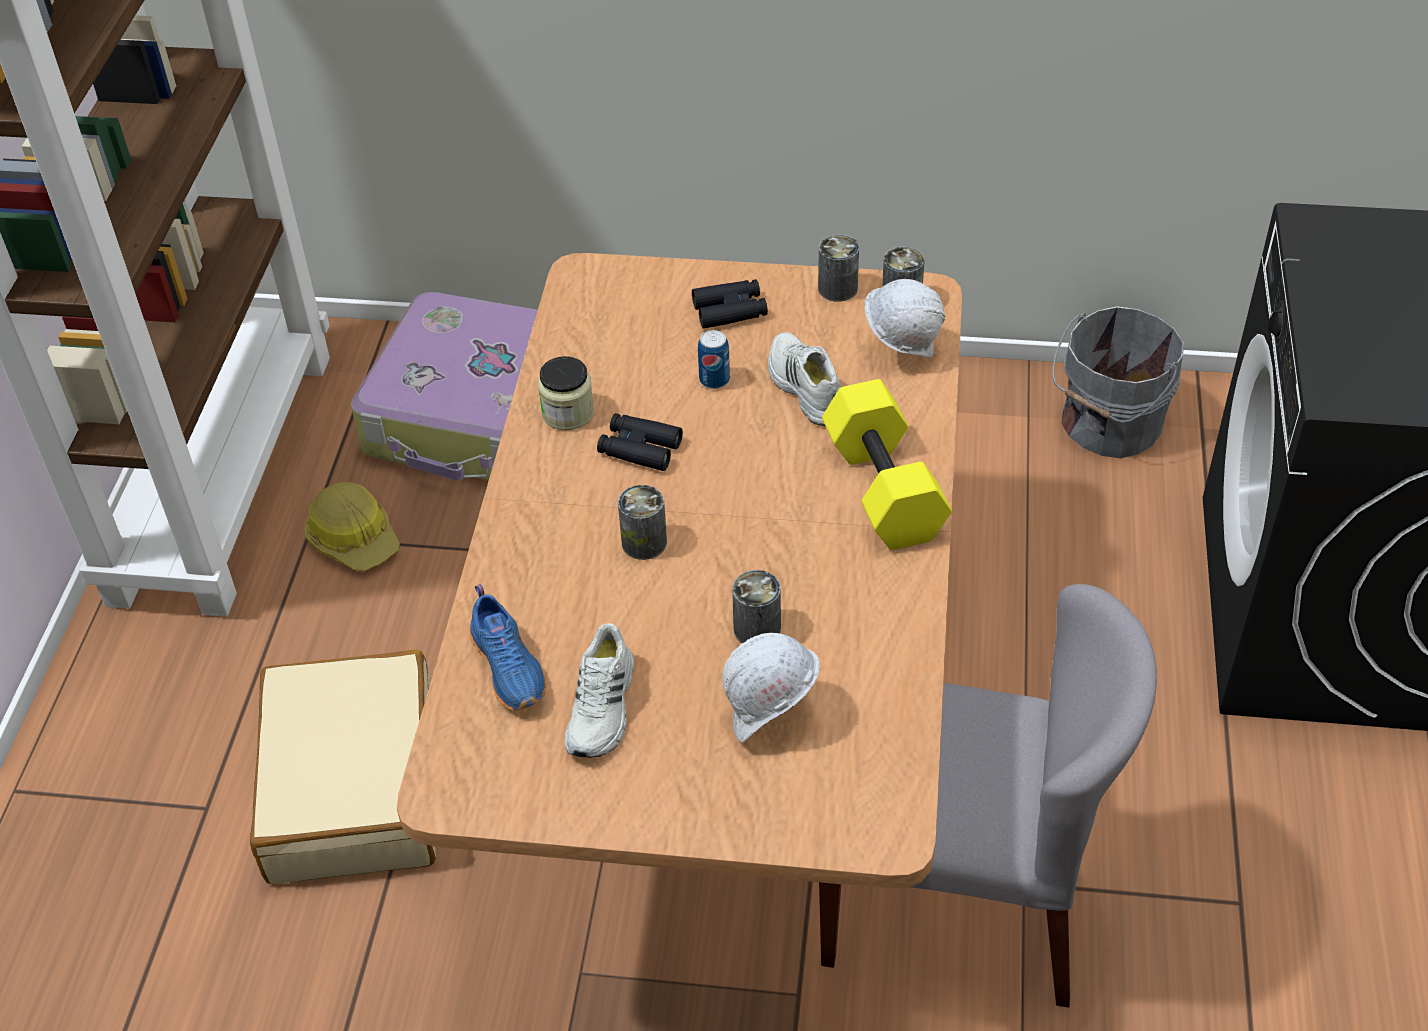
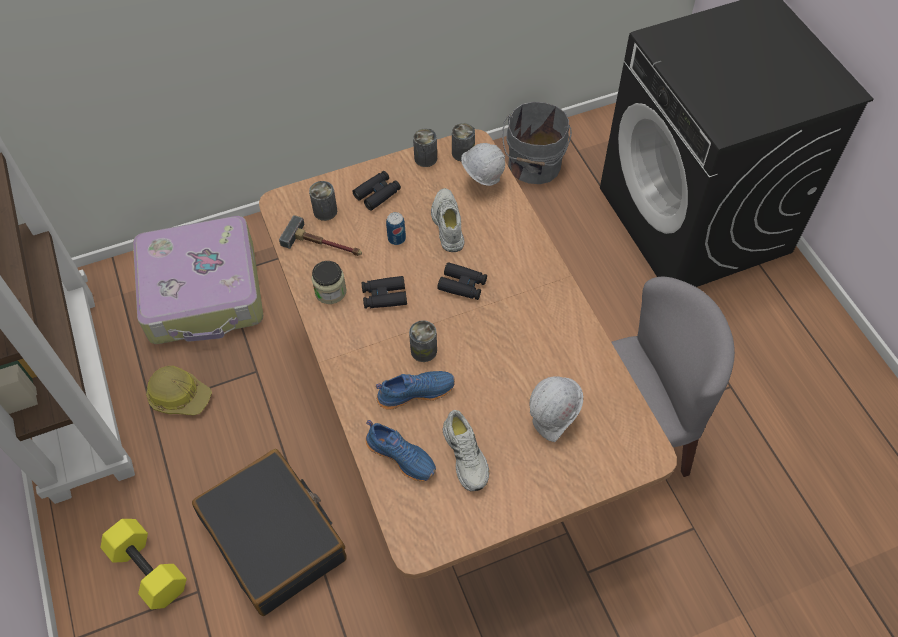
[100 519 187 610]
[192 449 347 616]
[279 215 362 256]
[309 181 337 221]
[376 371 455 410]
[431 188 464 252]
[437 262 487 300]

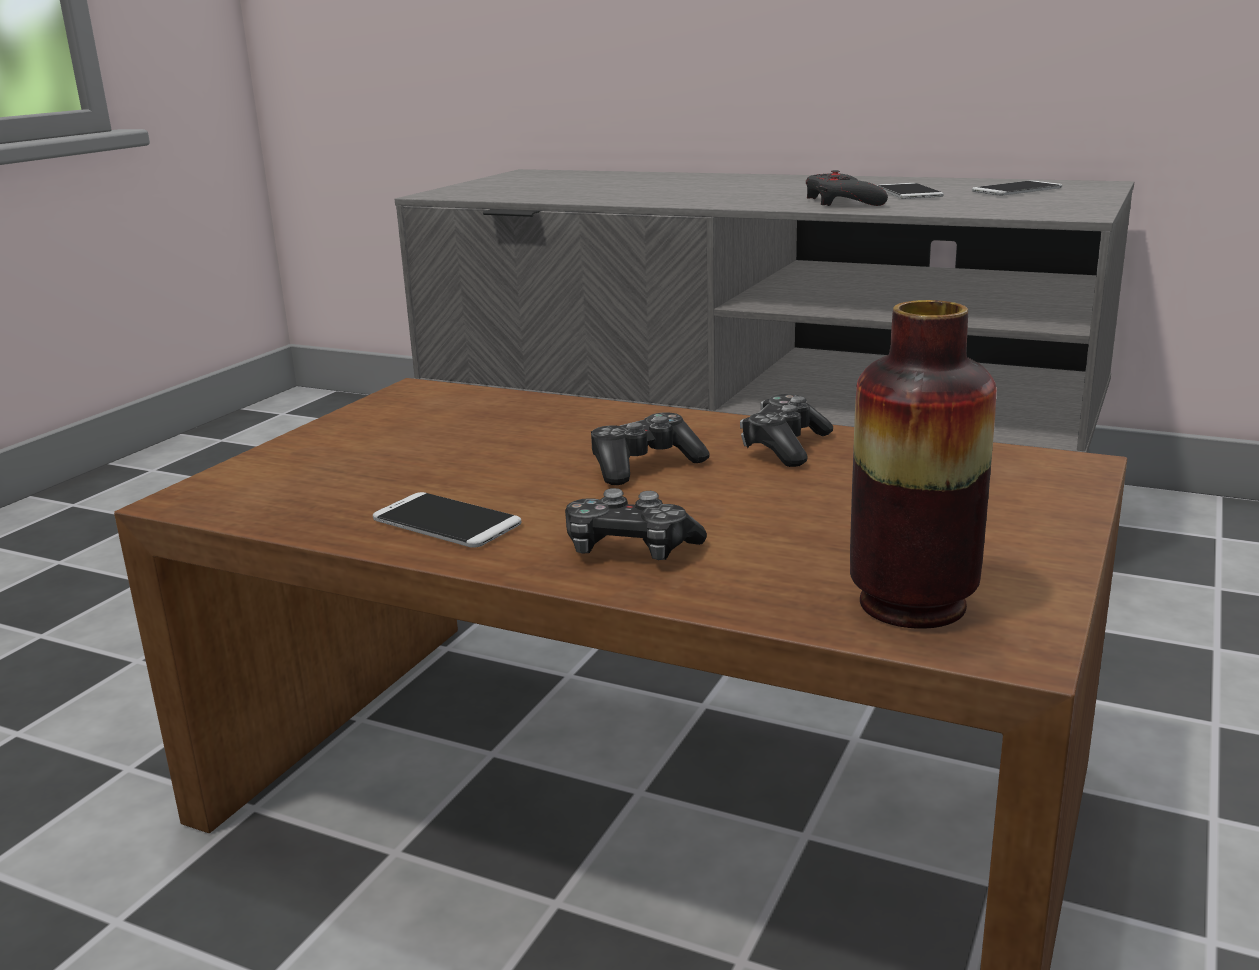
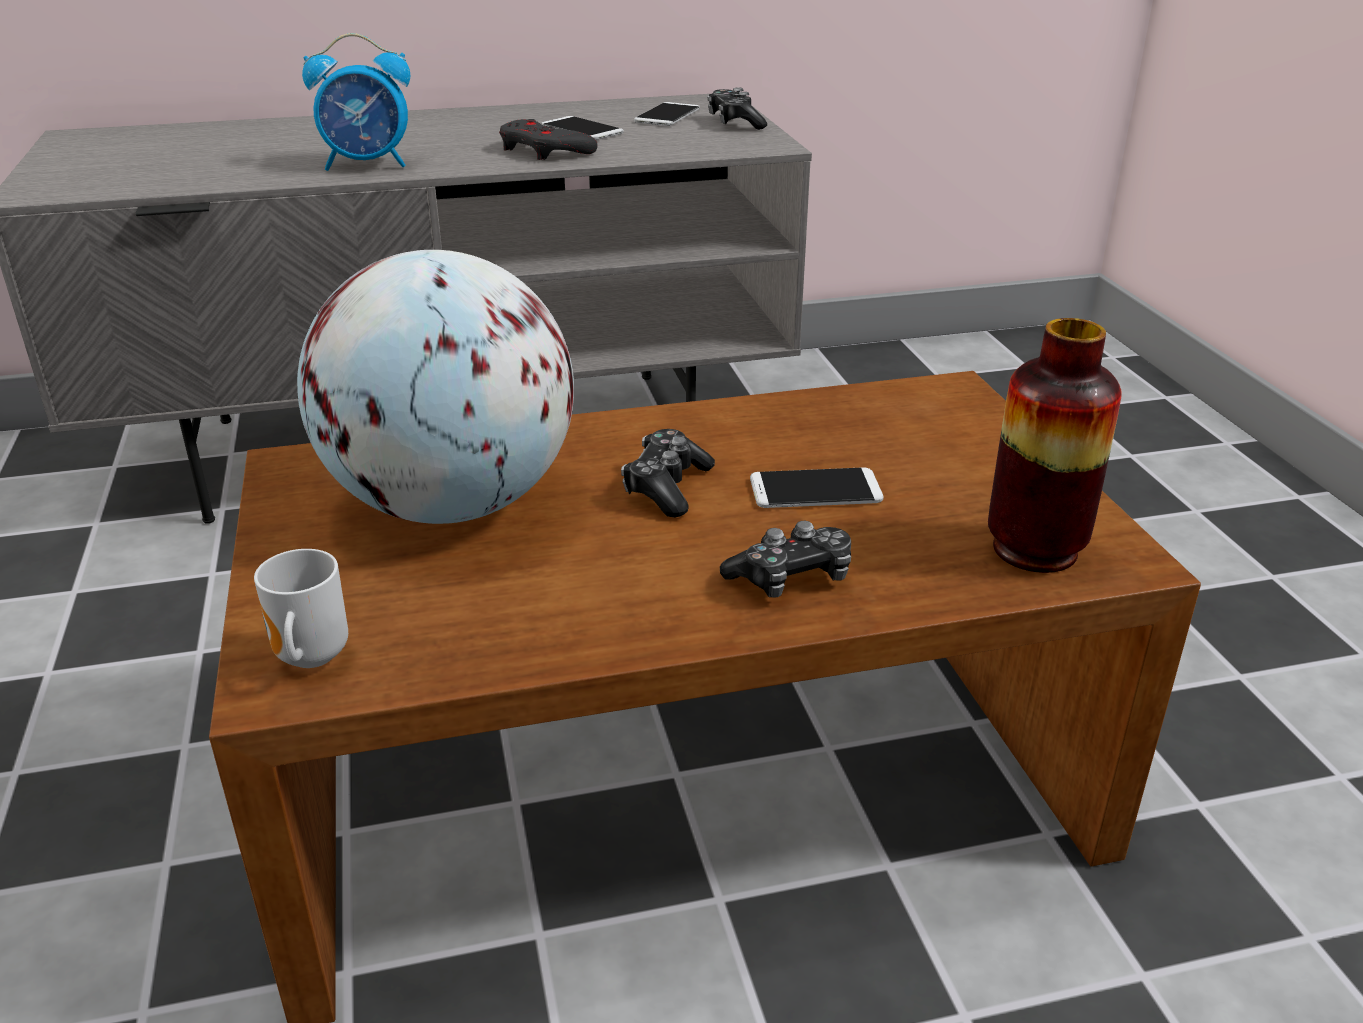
[254 549 348 668]
[297 250 574 524]
[302 33 410 171]
[707 87 767 130]
[750 467 884 508]

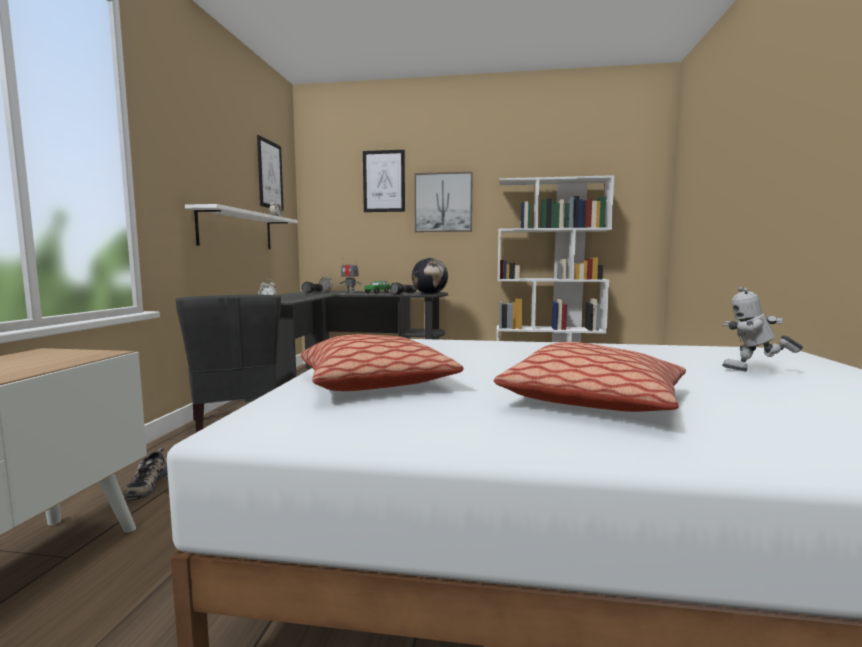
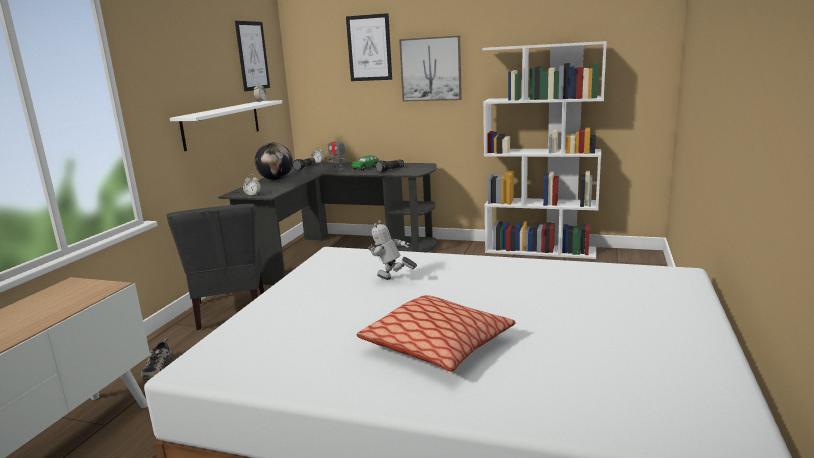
[255 143 293 180]
[368 220 417 280]
[301 334 463 391] (first image)

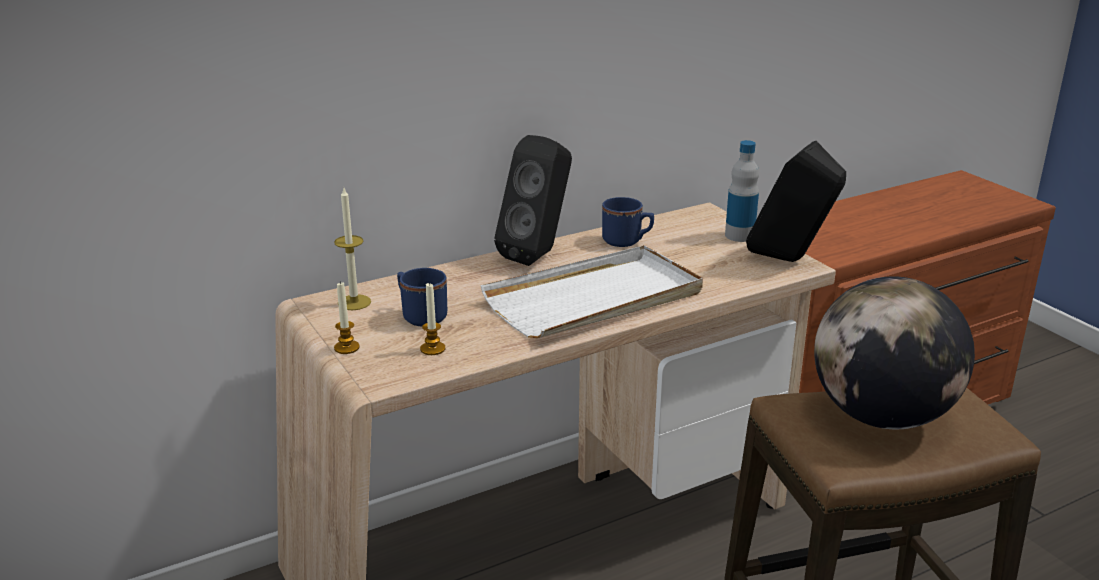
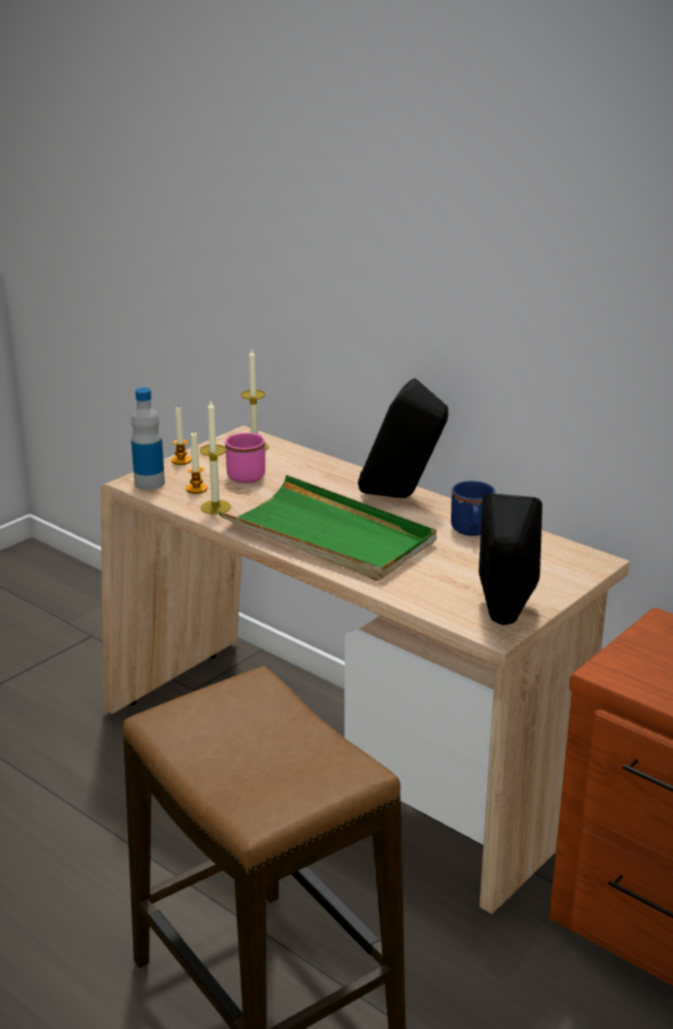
[131 387 165 490]
[200 399 231 514]
[219 475 437 581]
[225 433 265 483]
[814 276 975 429] (first image)

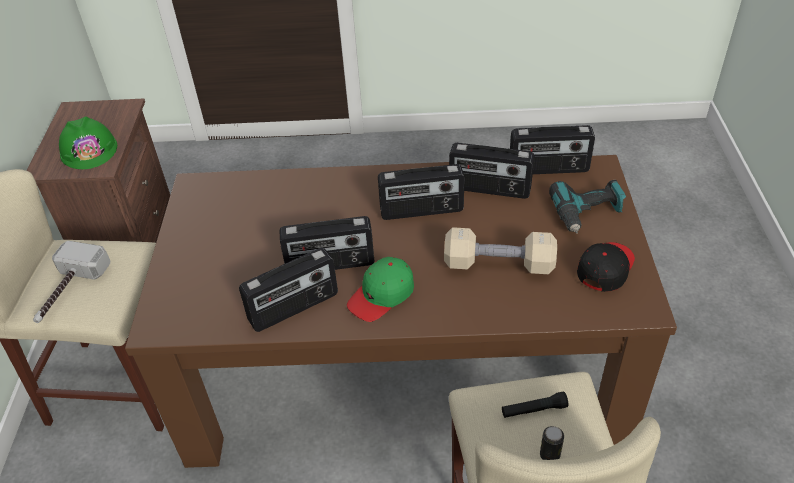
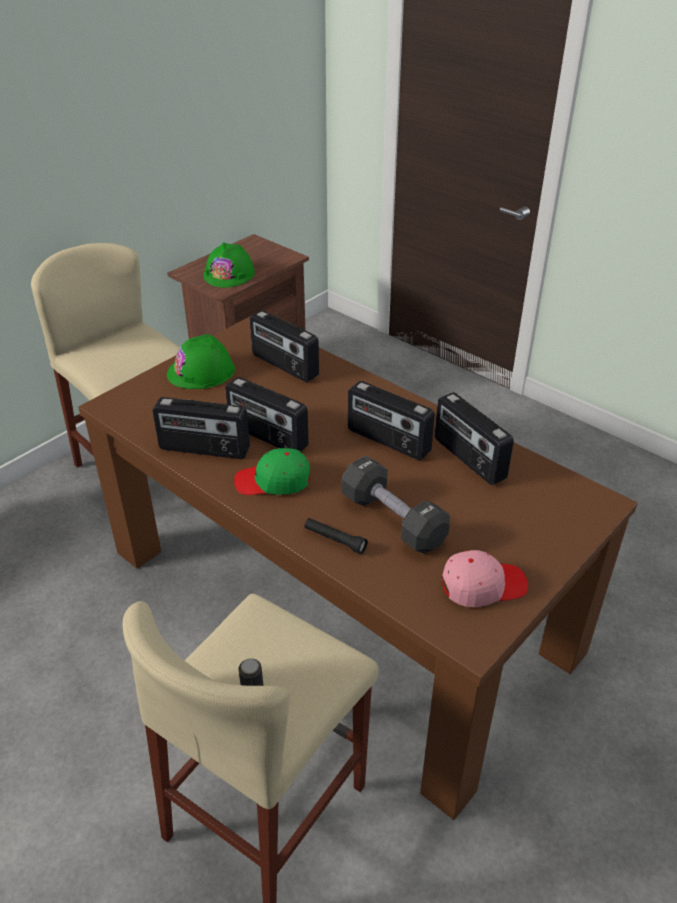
[167 334 235 389]
[250 310 319 382]
[304 518 368 554]
[342 456 450 554]
[442 550 528 607]
[33 241 110 323] (first image)
[549 180 626 234] (first image)

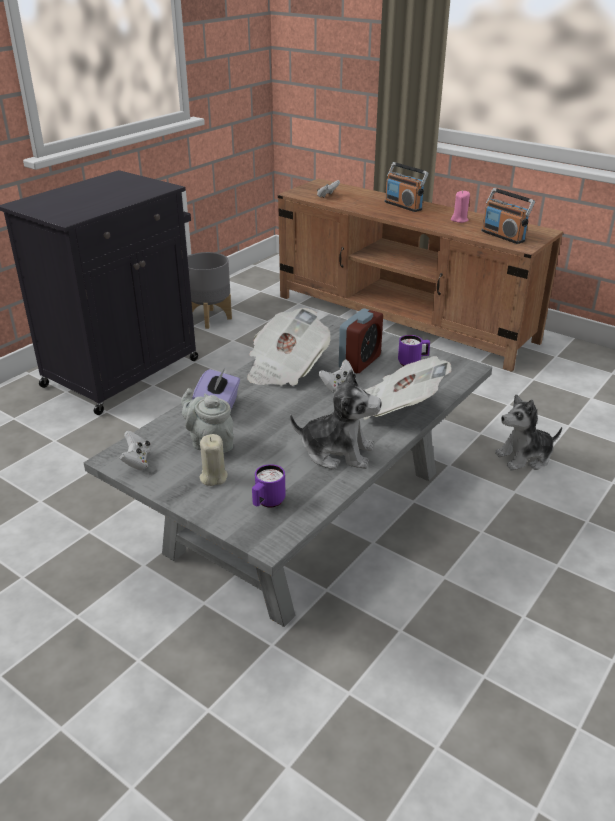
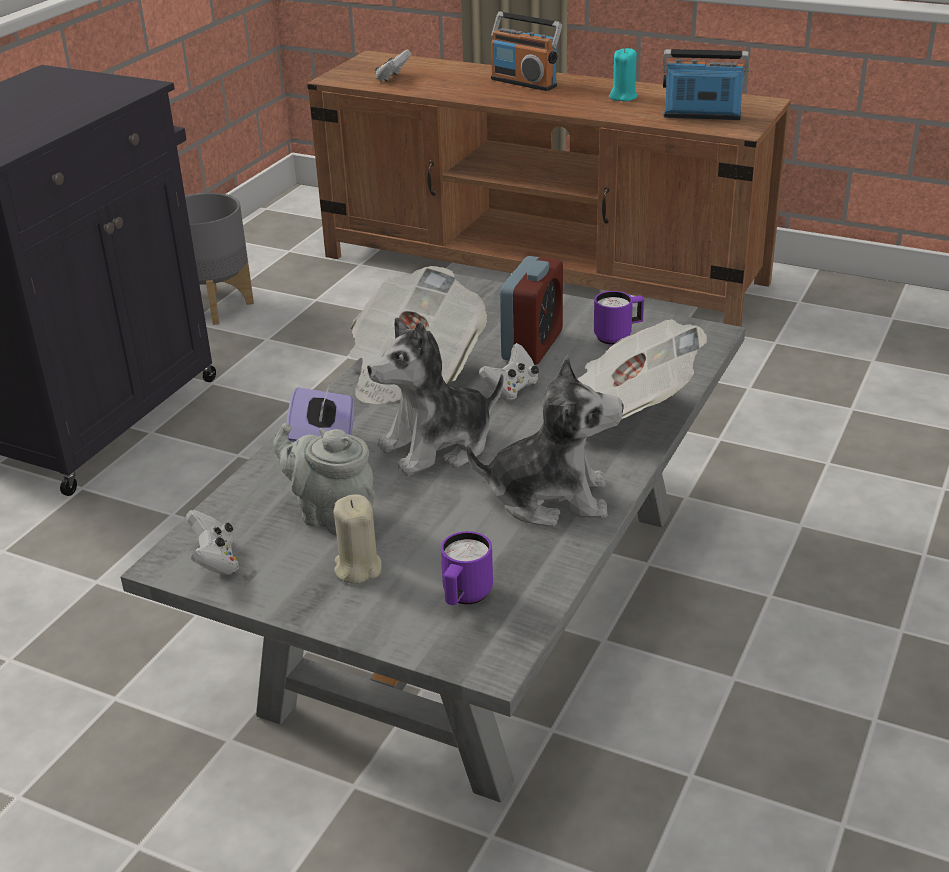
[367 317 504 476]
[609 48 638 101]
[663 49 749 120]

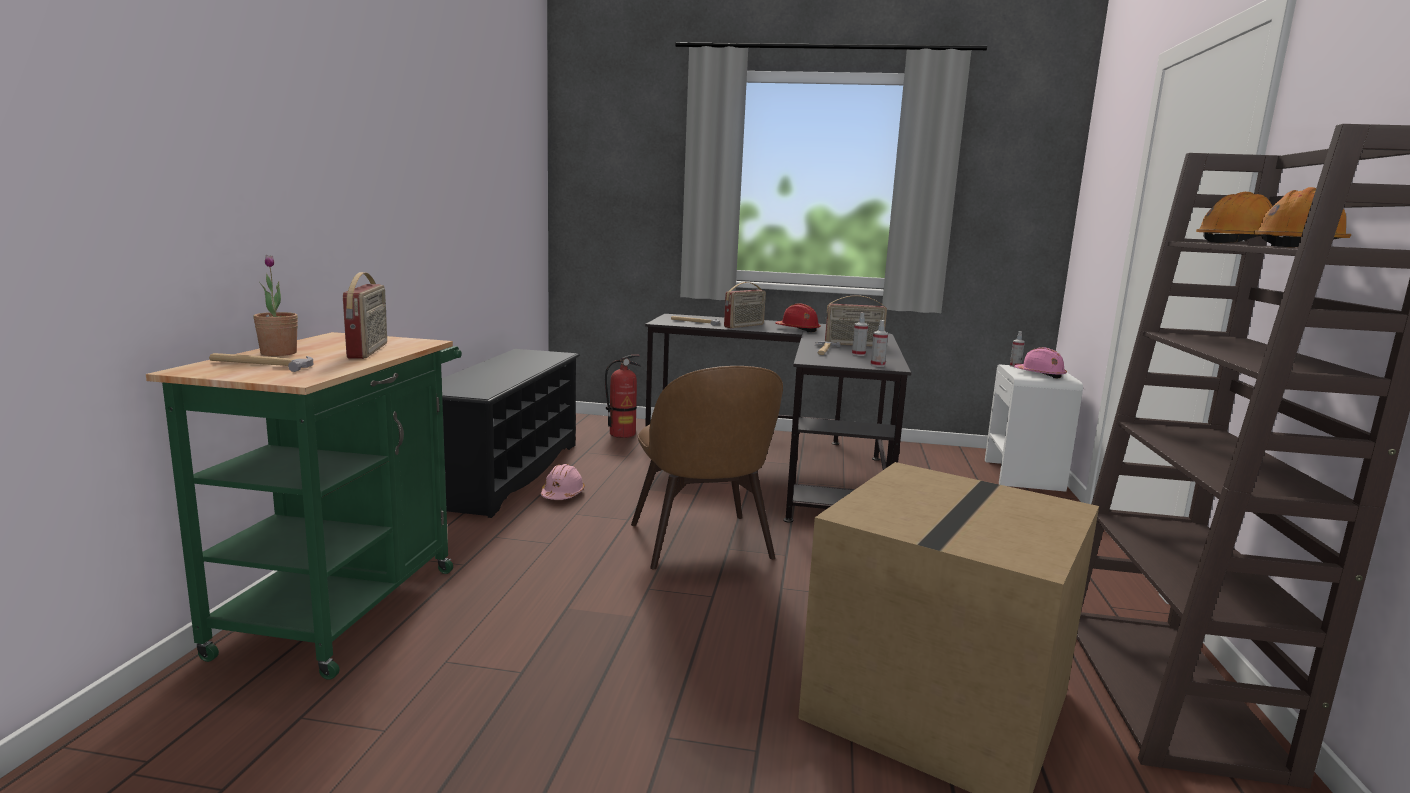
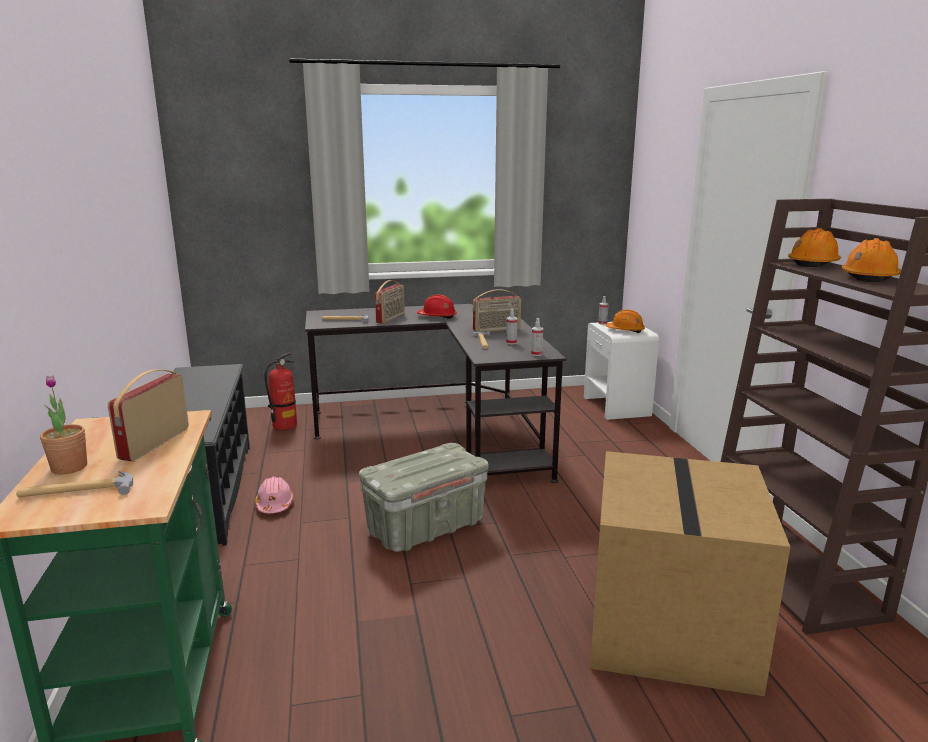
[108 369 189 461]
[359 443 488 552]
[606 309 645 333]

